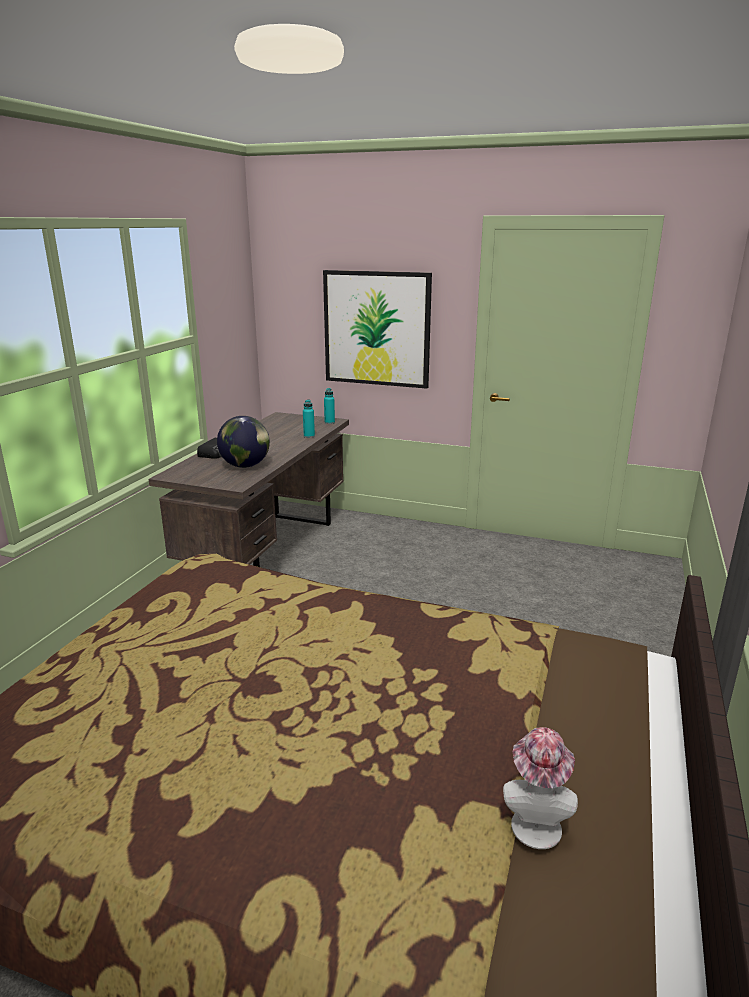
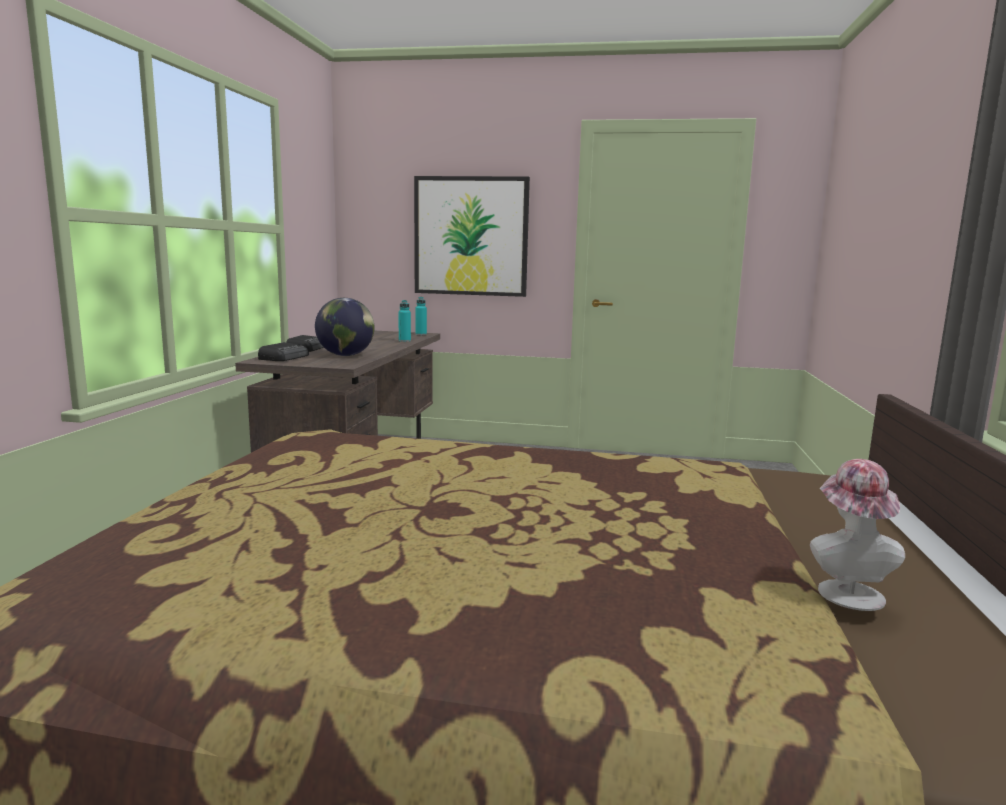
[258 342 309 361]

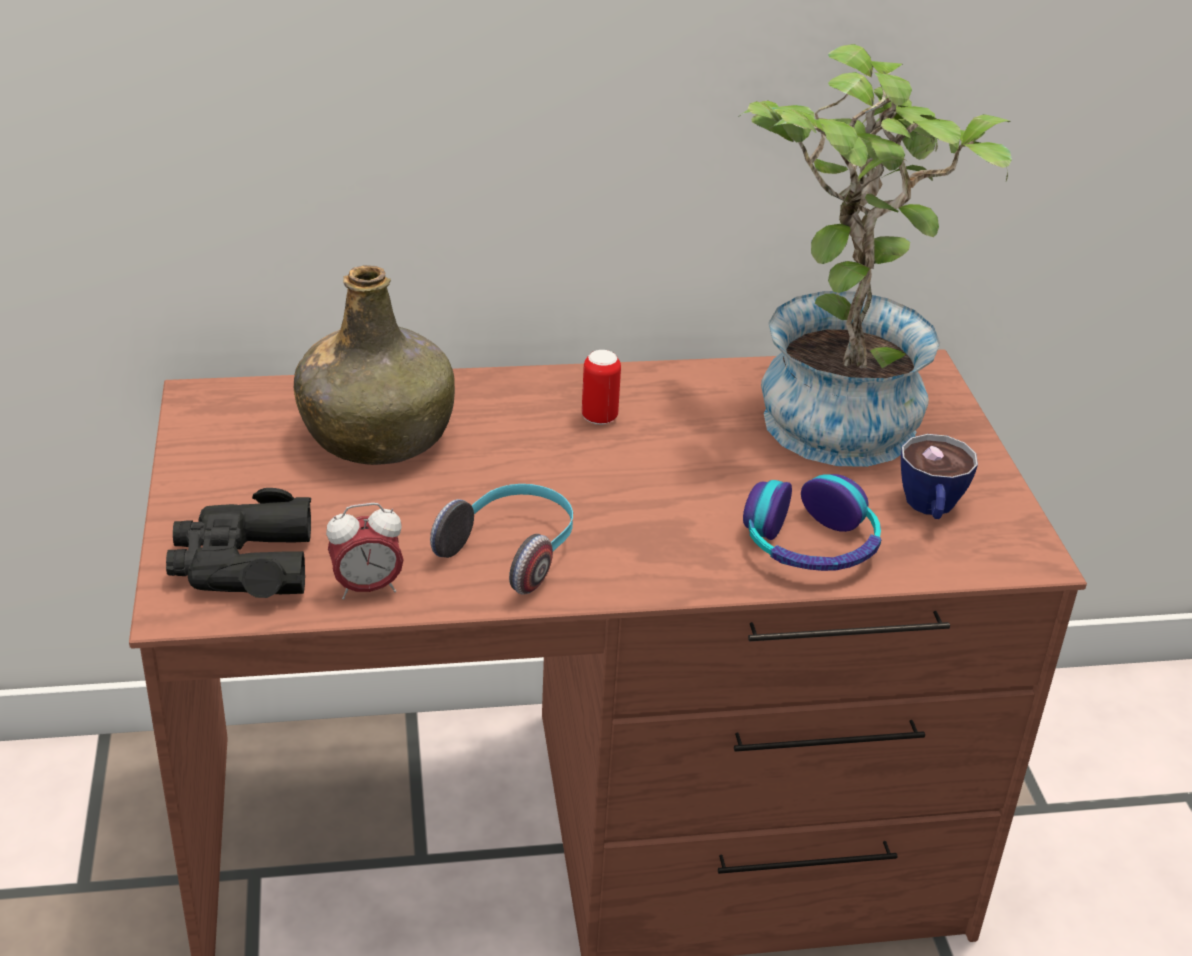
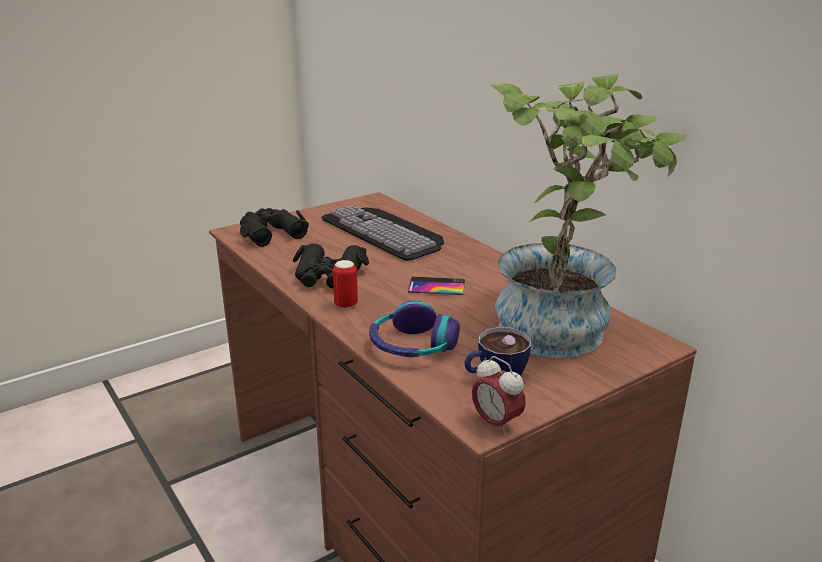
[293 243 369 288]
[321 205 444 261]
[333 260 358 309]
[408 277 465 295]
[472 356 526 436]

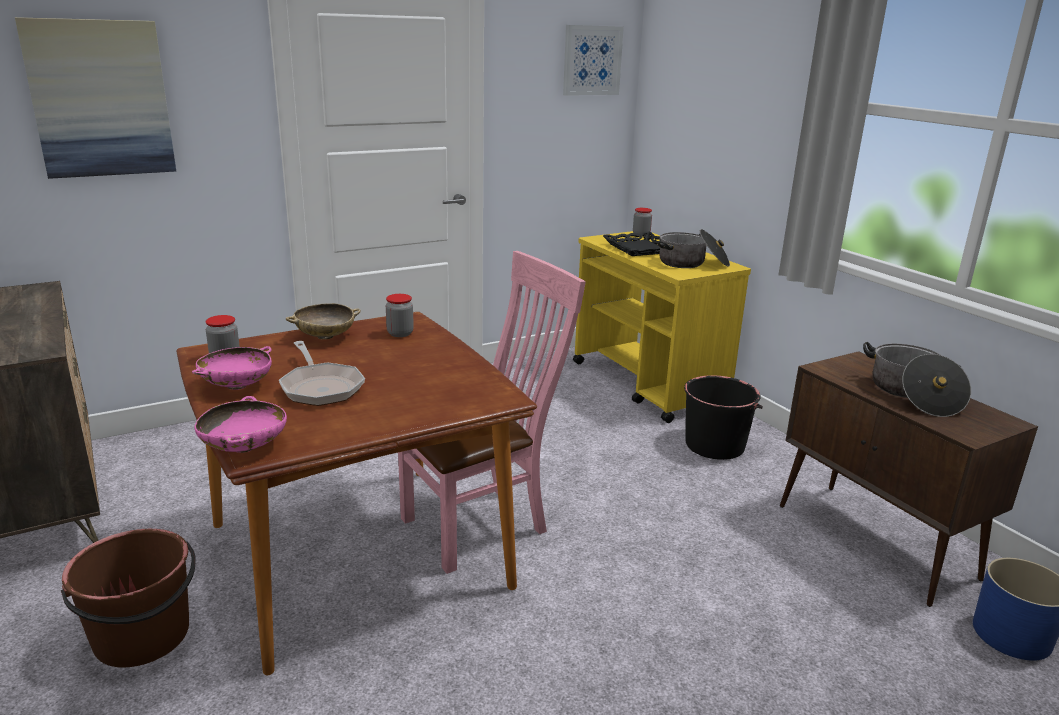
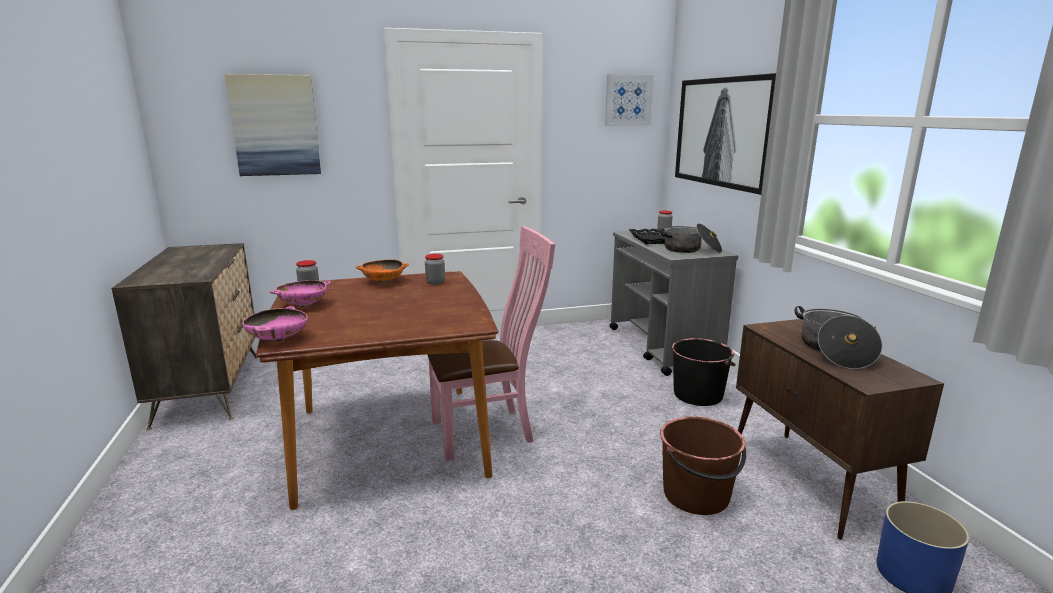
[355 259 409 283]
[609 231 739 376]
[660 416 746 515]
[675 73 776 195]
[279 341 365 406] (first image)

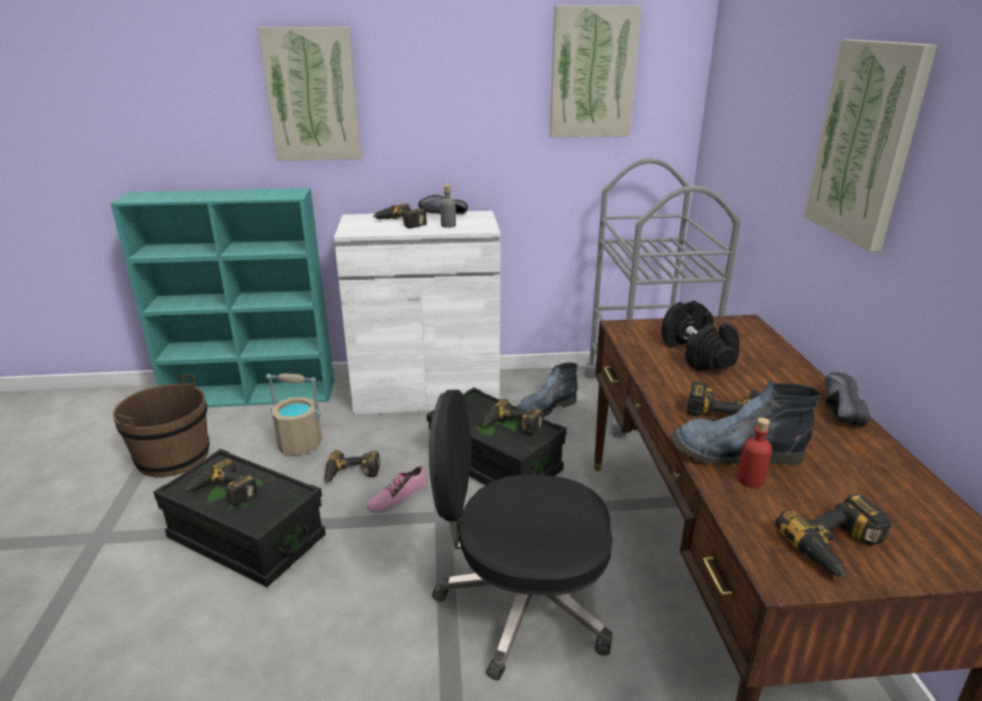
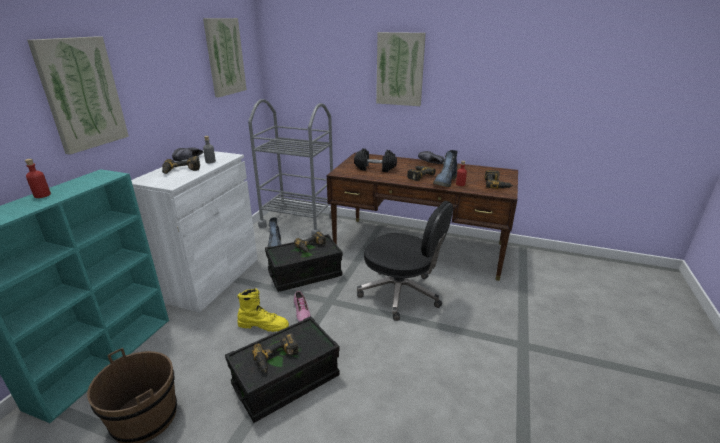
[25 159 51 198]
[237 288 289 332]
[357 201 453 321]
[266 373 322 456] (first image)

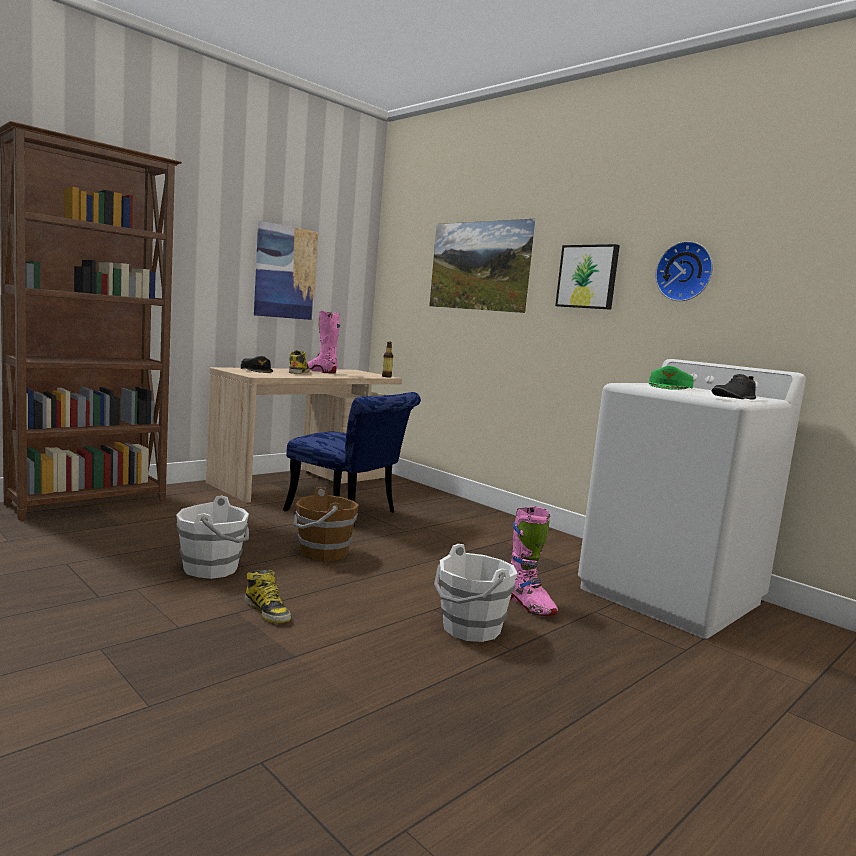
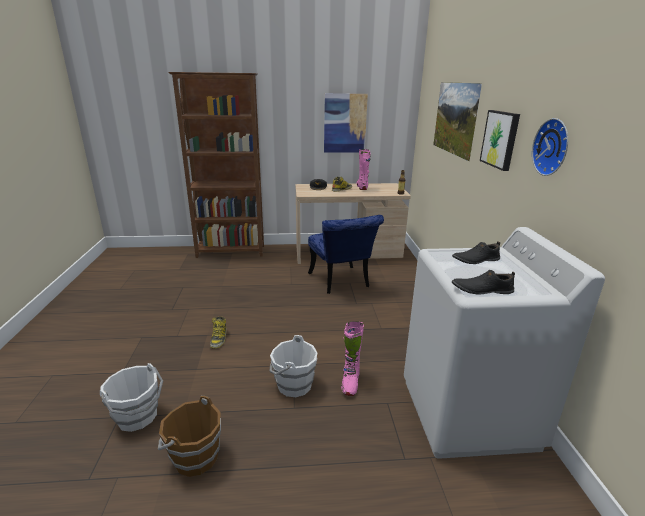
[100 363 163 432]
[158 396 221 477]
[452 241 500 264]

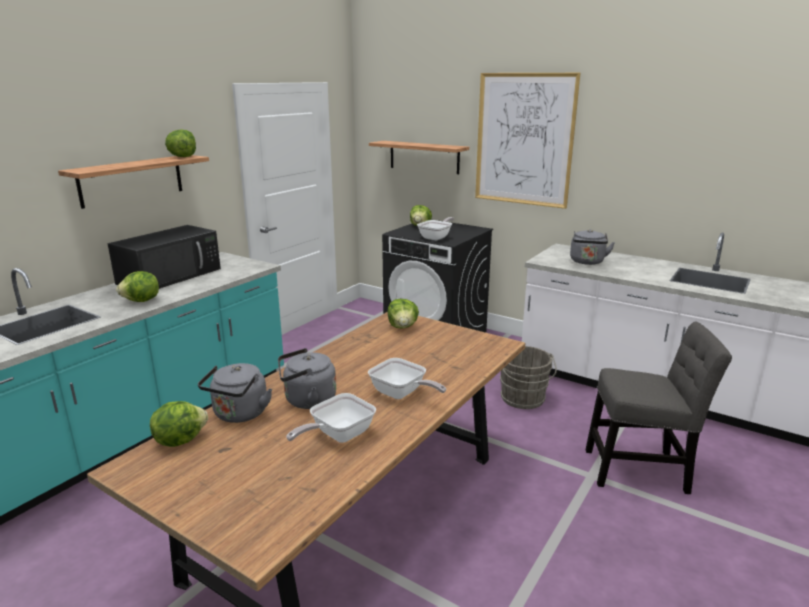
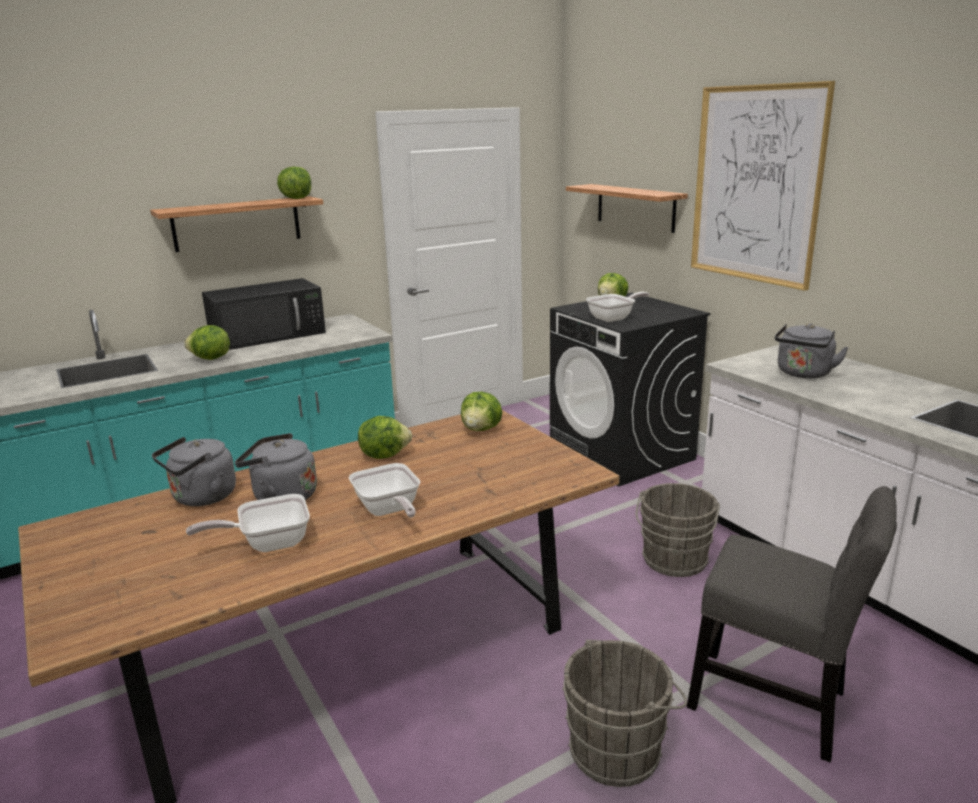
[358 416 412 459]
[562 640 687 787]

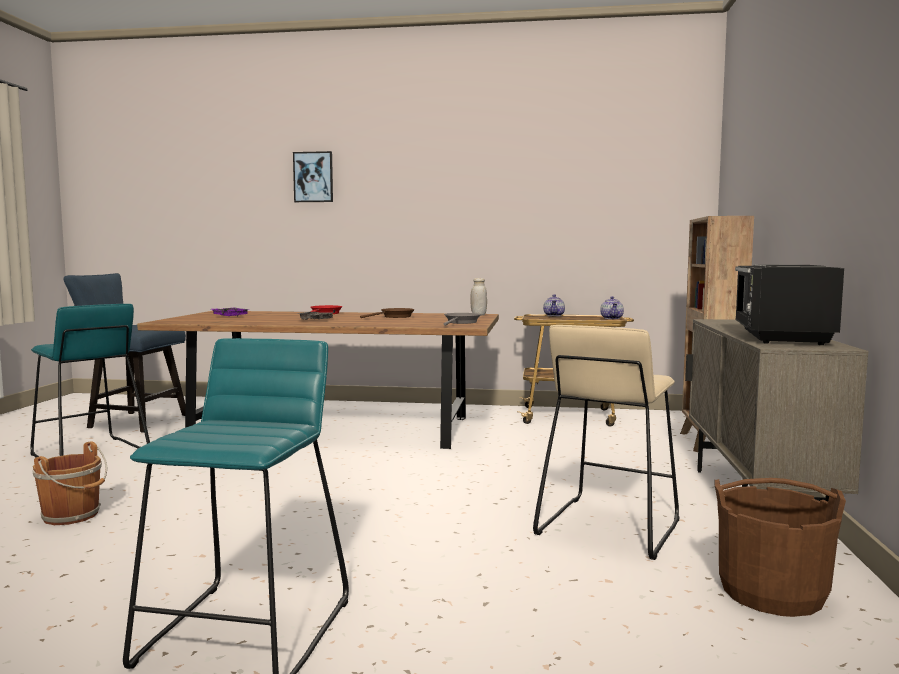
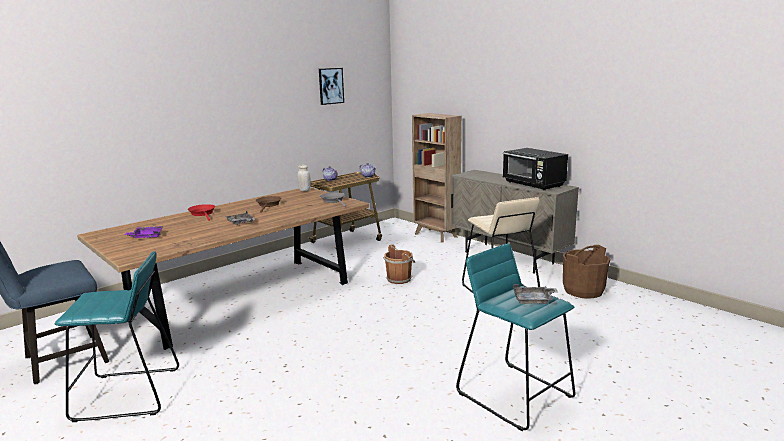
[319 68 344 105]
[383 245 415 284]
[513 284 558 304]

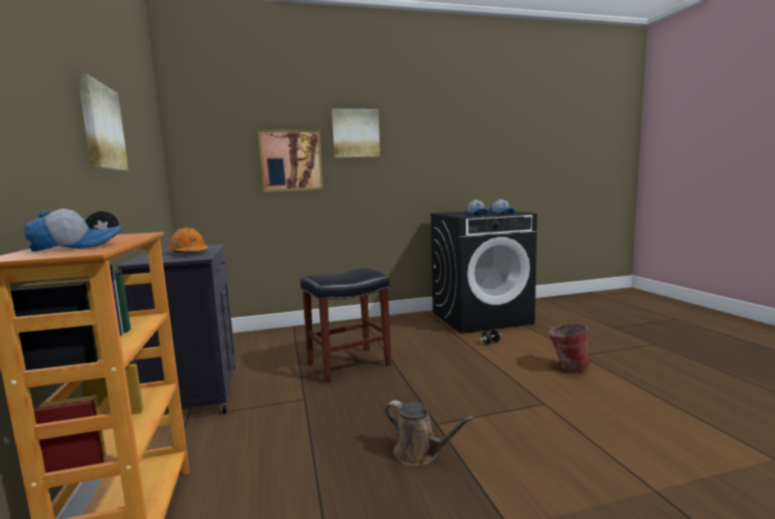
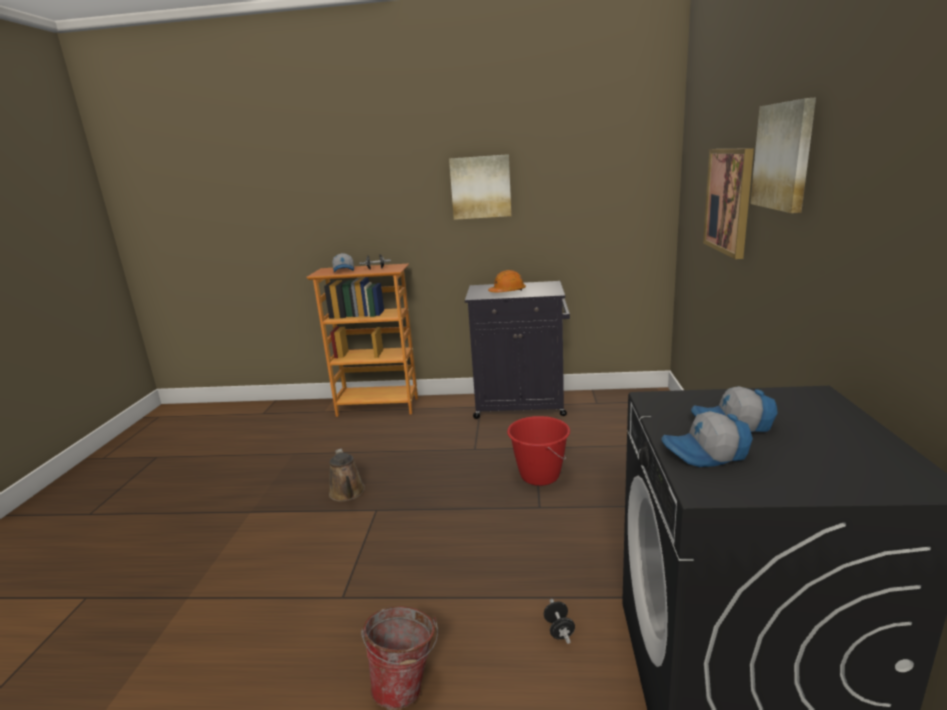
[329 449 365 502]
[507 416 570 486]

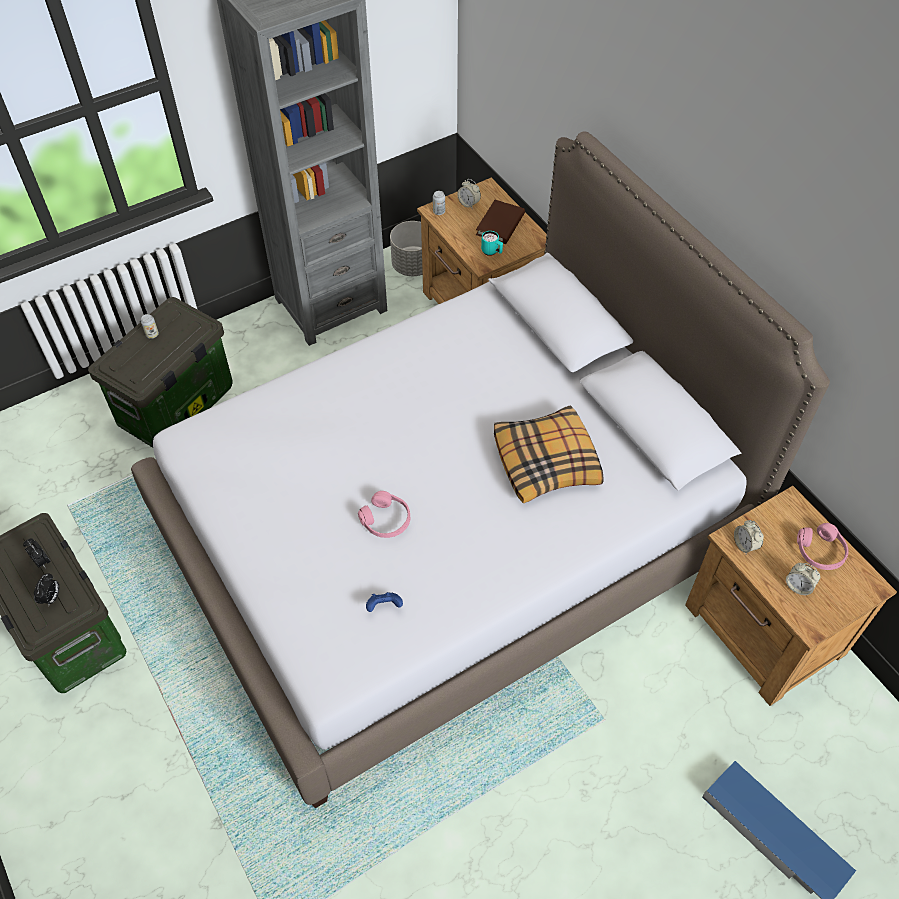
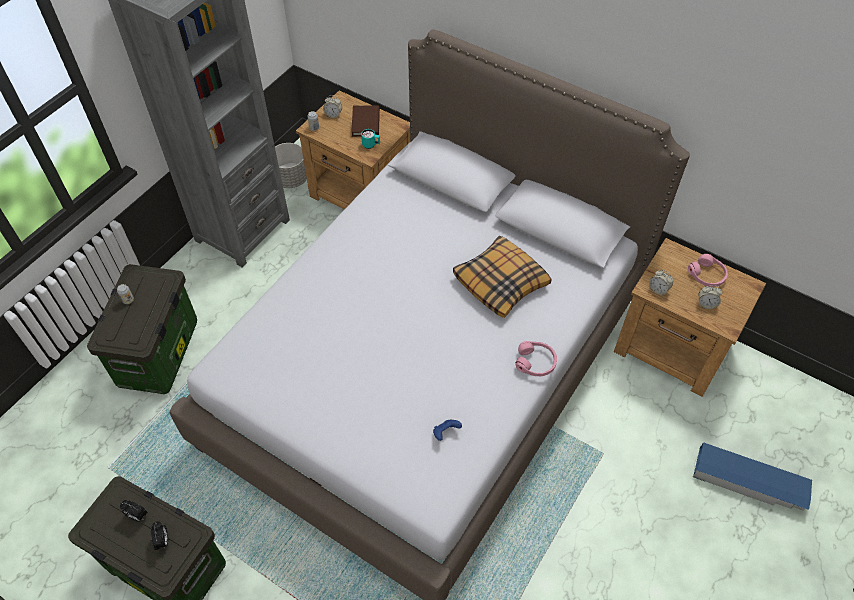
[516 341 557 376]

